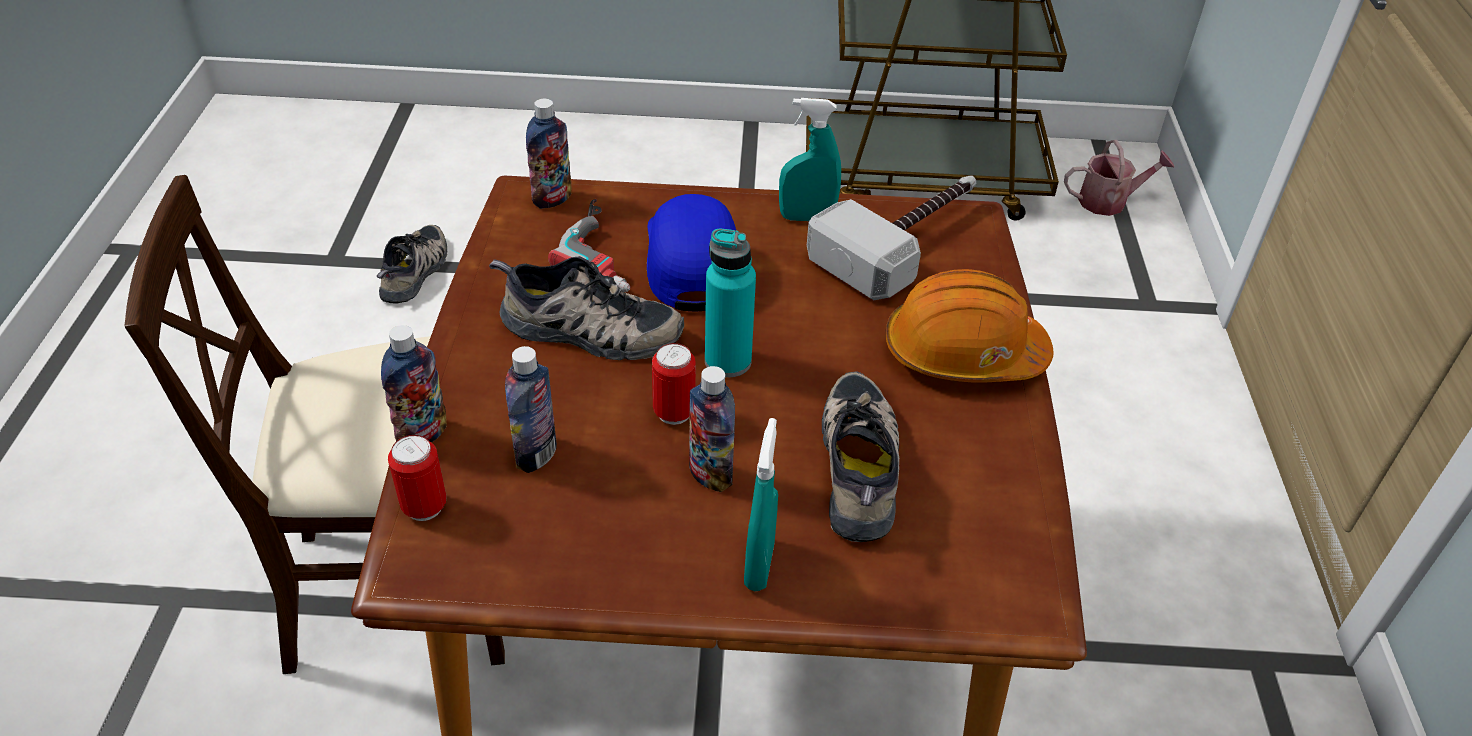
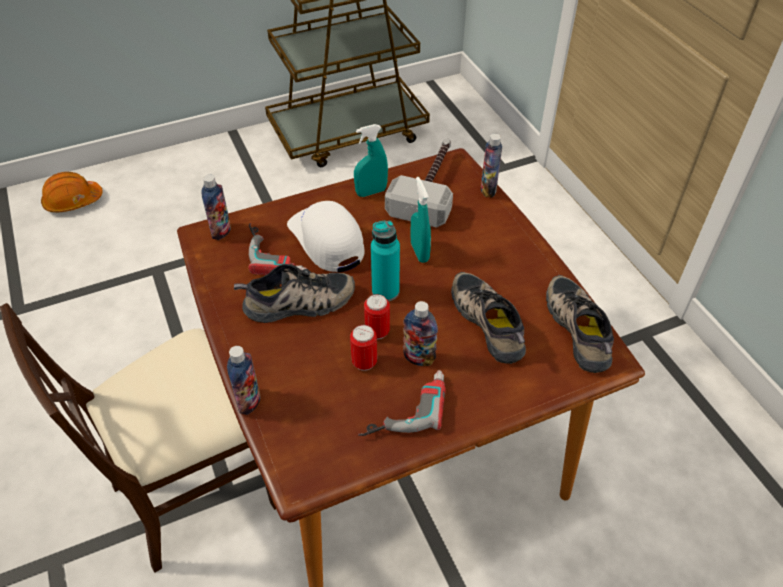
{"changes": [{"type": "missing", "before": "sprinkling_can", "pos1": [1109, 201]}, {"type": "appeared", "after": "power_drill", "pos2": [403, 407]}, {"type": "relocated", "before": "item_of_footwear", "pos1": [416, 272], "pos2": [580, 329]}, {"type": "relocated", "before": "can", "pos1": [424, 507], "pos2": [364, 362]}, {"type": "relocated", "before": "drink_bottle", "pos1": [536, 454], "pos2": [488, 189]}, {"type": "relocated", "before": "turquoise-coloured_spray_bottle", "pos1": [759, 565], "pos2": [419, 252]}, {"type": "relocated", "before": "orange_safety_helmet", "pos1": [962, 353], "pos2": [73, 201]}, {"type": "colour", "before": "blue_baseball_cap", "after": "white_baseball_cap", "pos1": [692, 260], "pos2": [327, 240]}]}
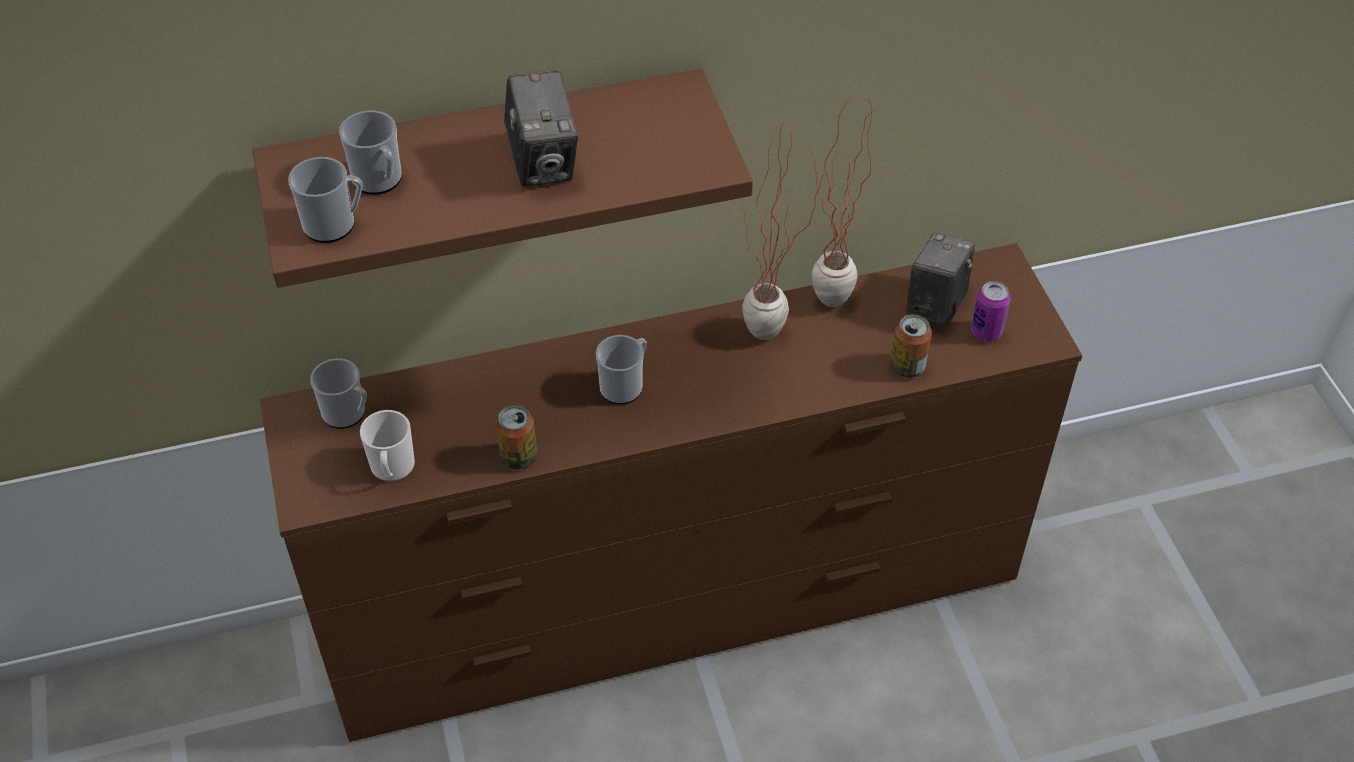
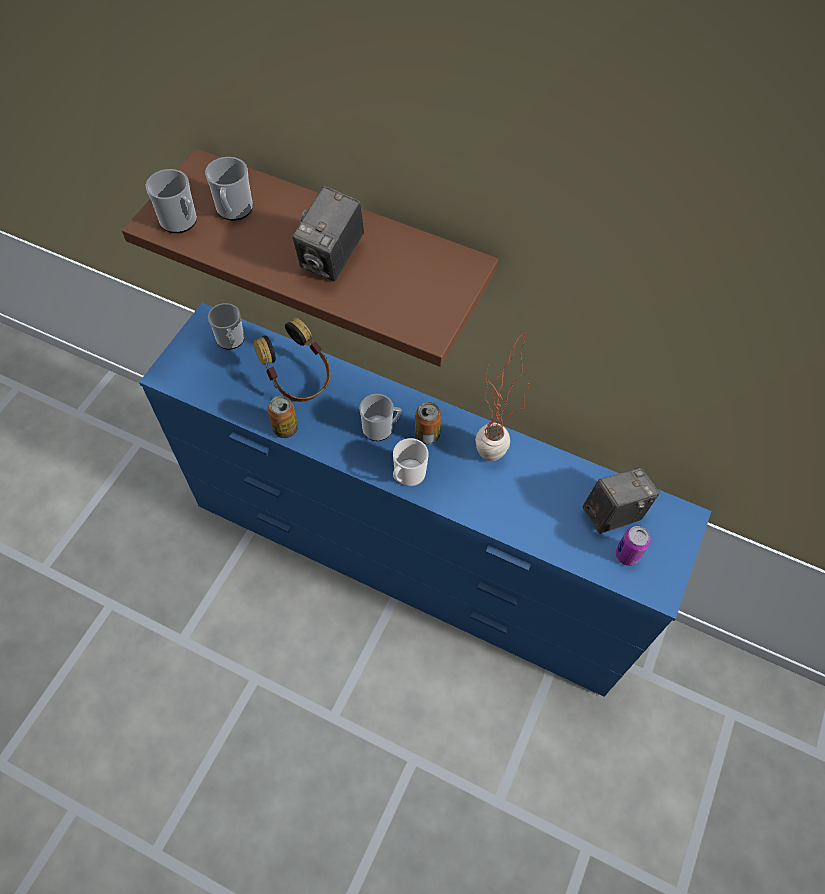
{"changes": [{"type": "missing", "before": "houseplant", "pos1": [824, 309]}, {"type": "appeared", "after": "headphones", "pos2": [298, 379]}, {"type": "relocated", "before": "coffee_mug", "pos1": [392, 469], "pos2": [407, 475]}, {"type": "relocated", "before": "can", "pos1": [907, 367], "pos2": [427, 435]}, {"type": "colour", "before": "brown_chest_of_drawers", "after": "blue_chest_of_drawers", "pos1": [677, 604], "pos2": [410, 560]}]}
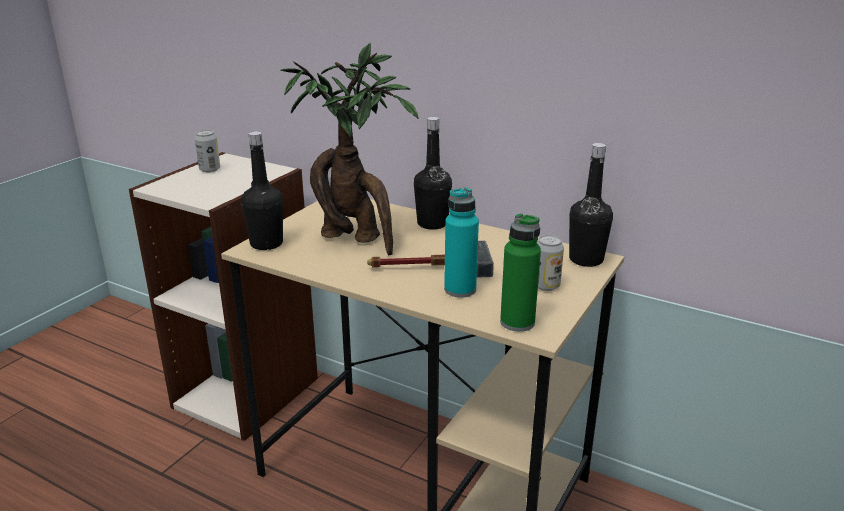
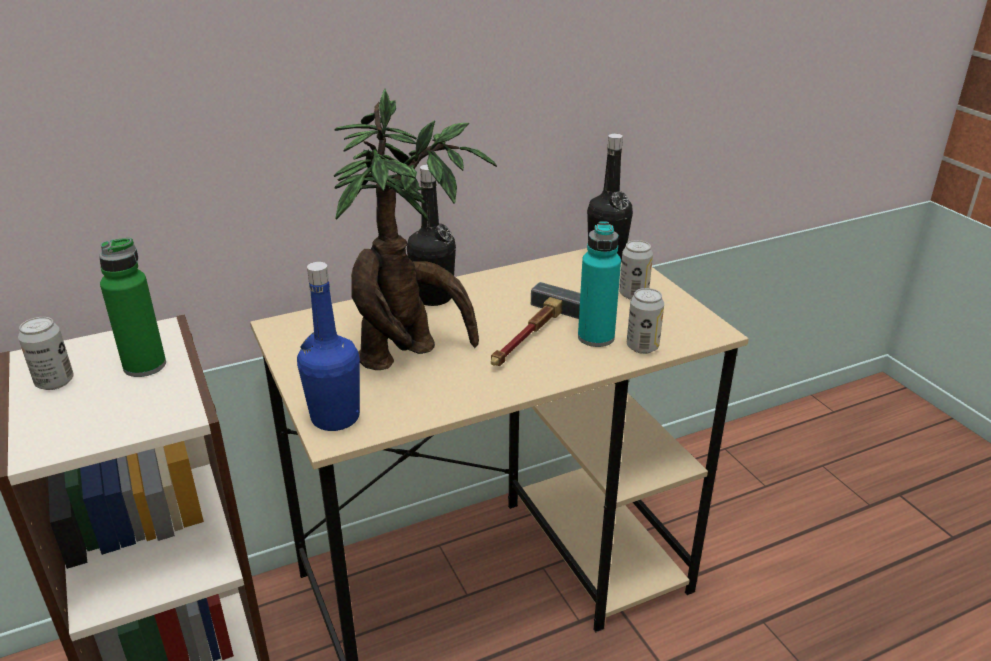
{"changes": [{"type": "appeared", "after": "can", "pos2": [642, 347]}, {"type": "relocated", "before": "green-coloured_drink_bottle", "pos1": [517, 322], "pos2": [145, 366]}, {"type": "colour", "before": "black_drink_bottle", "after": "blue_drink_bottle", "pos1": [266, 244], "pos2": [335, 417]}]}
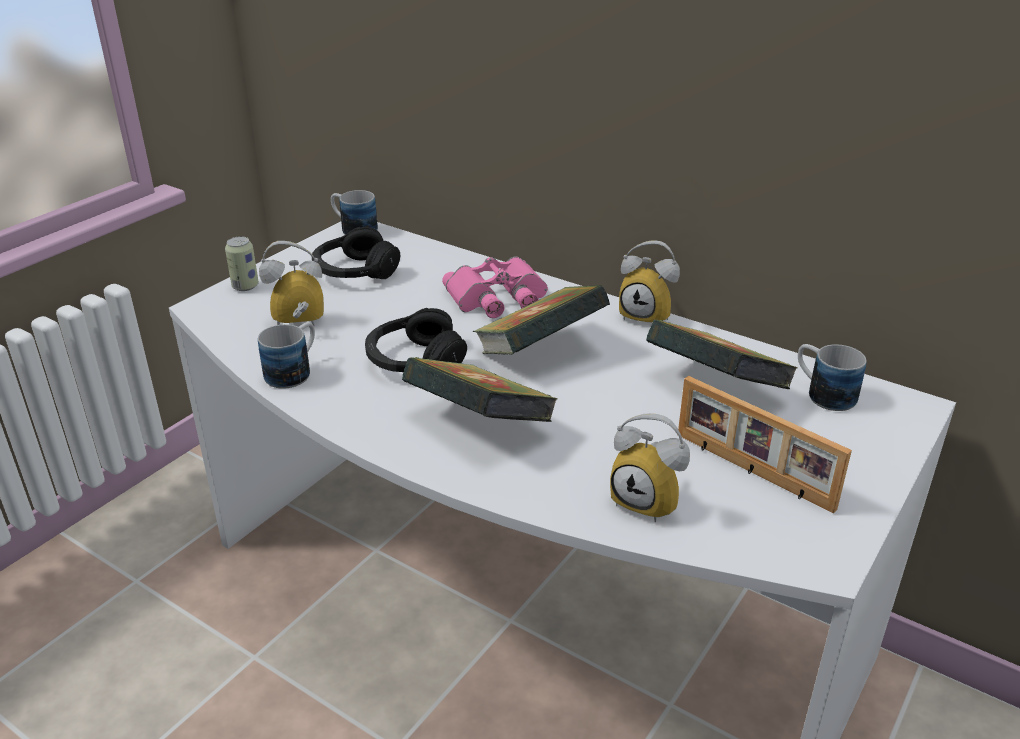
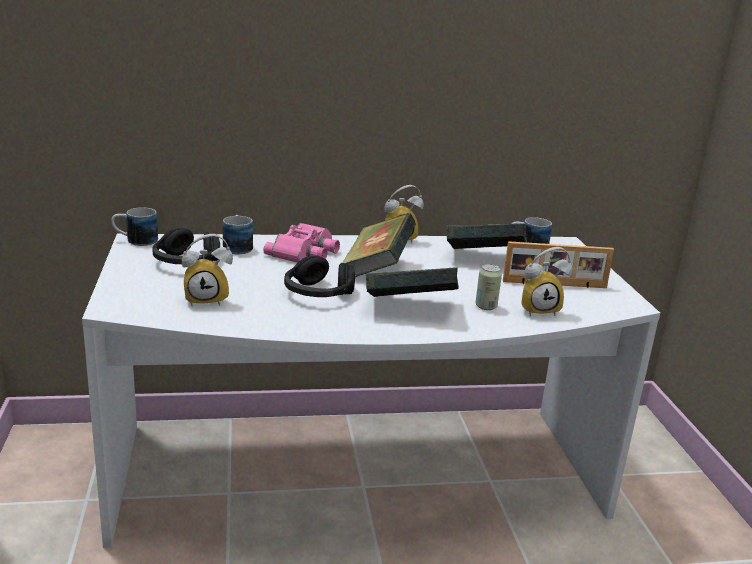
{"changes": [{"type": "relocated", "before": "can", "pos1": [245, 286], "pos2": [486, 306]}, {"type": "relocated", "before": "coffee_mug", "pos1": [294, 371], "pos2": [237, 246]}, {"type": "spun", "before": "table_clock", "pos1": [298, 326], "pos2": [208, 299], "turn": -135}]}
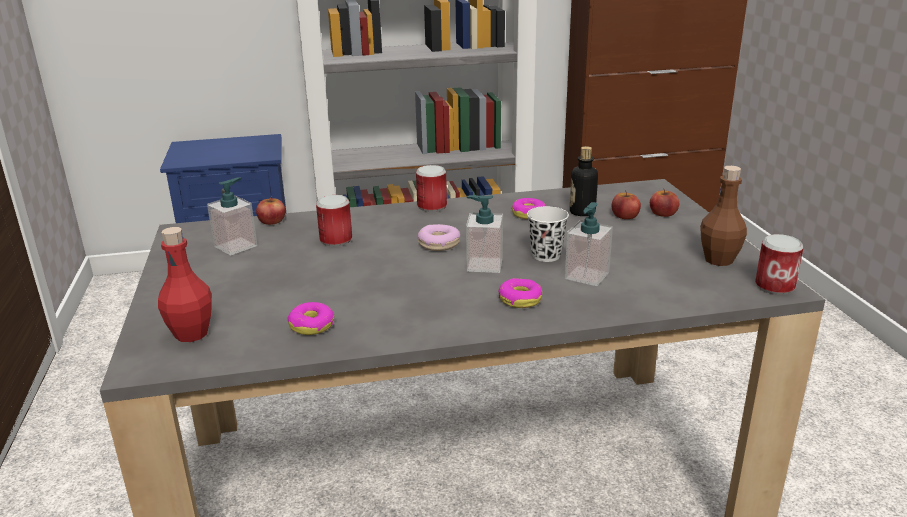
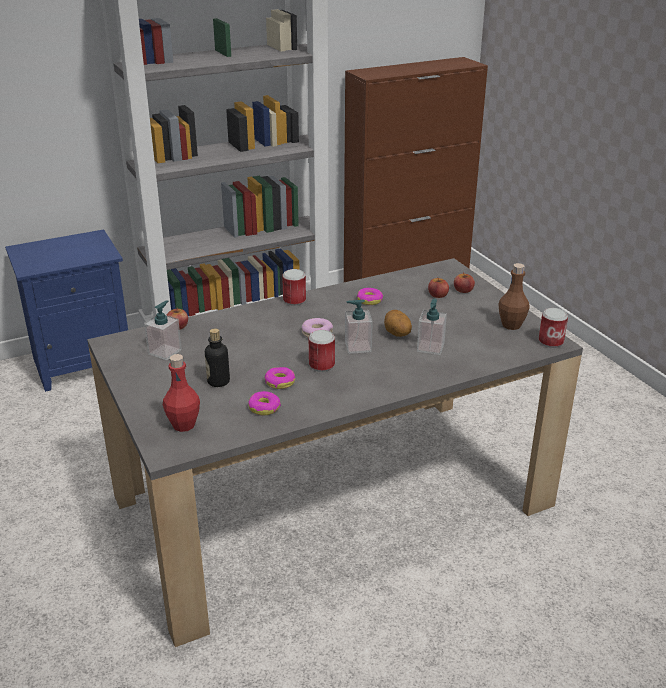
{"changes": [{"type": "relocated", "before": "can", "pos1": [336, 240], "pos2": [322, 365]}, {"type": "relocated", "before": "donut", "pos1": [520, 299], "pos2": [280, 382]}, {"type": "relocated", "before": "drink_bottle", "pos1": [582, 212], "pos2": [218, 381]}, {"type": "exchanged", "before": "white_cup", "after": "whole_potato", "pos1": [546, 255], "pos2": [396, 334]}]}
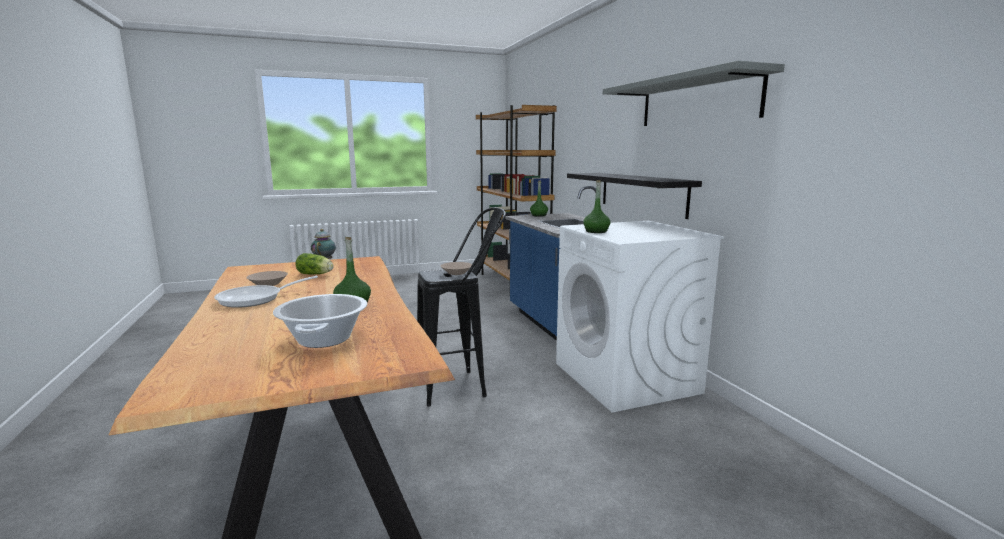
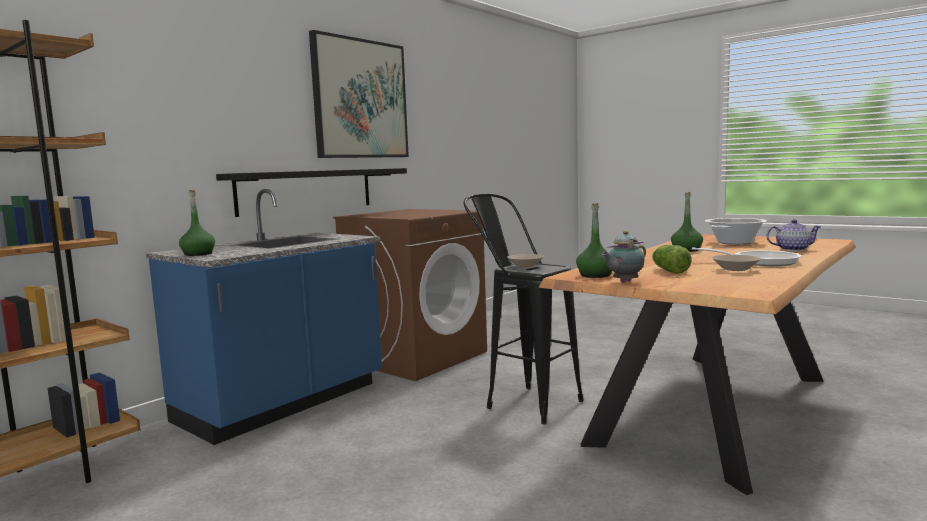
{"changes": [{"type": "appeared", "after": "teapot", "pos2": [792, 249]}, {"type": "relocated", "before": "green-coloured_drink_bottle", "pos1": [596, 231], "pos2": [595, 275]}, {"type": "exchanged", "before": "grey_shelf", "after": "picture", "pos1": [697, 101], "pos2": [360, 99]}, {"type": "colour", "before": "white_washing_machine", "after": "brown_washing_machine", "pos1": [626, 378], "pos2": [417, 356]}]}
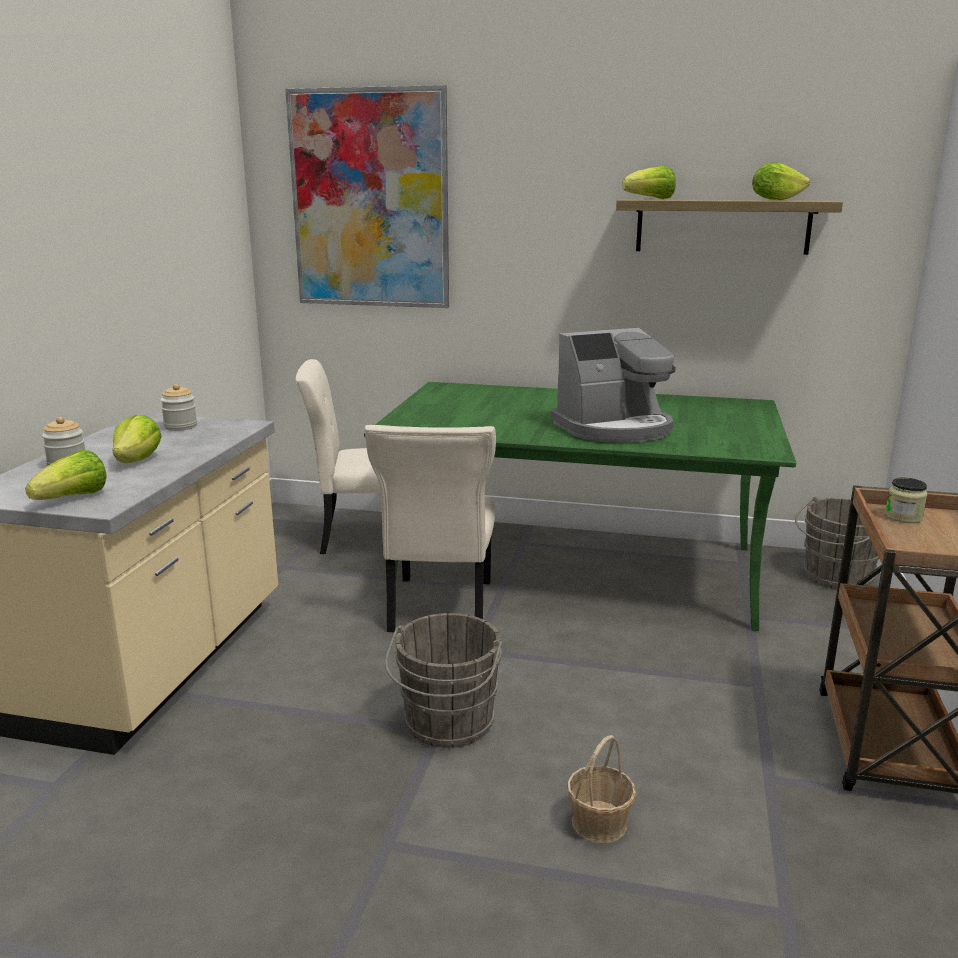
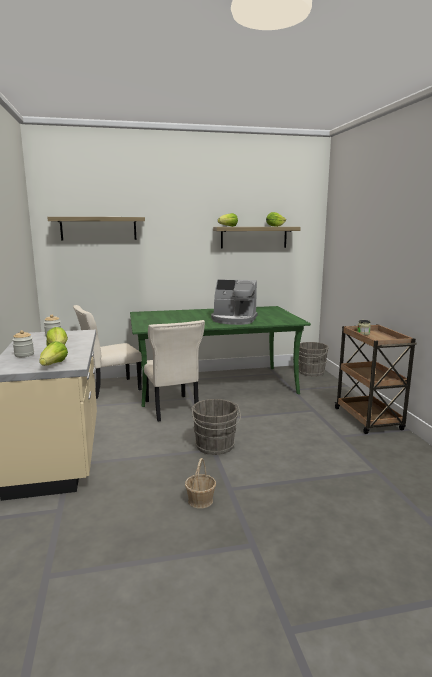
{"changes": [{"type": "relocated", "before": "household_basket", "pos1": [599, 823], "pos2": [200, 500]}, {"type": "exchanged", "before": "picture", "after": "shelf", "pos1": [370, 200], "pos2": [98, 228]}, {"type": "spun", "before": "coffee_machine", "pos1": [614, 428], "pos2": [234, 320], "turn": 60}]}
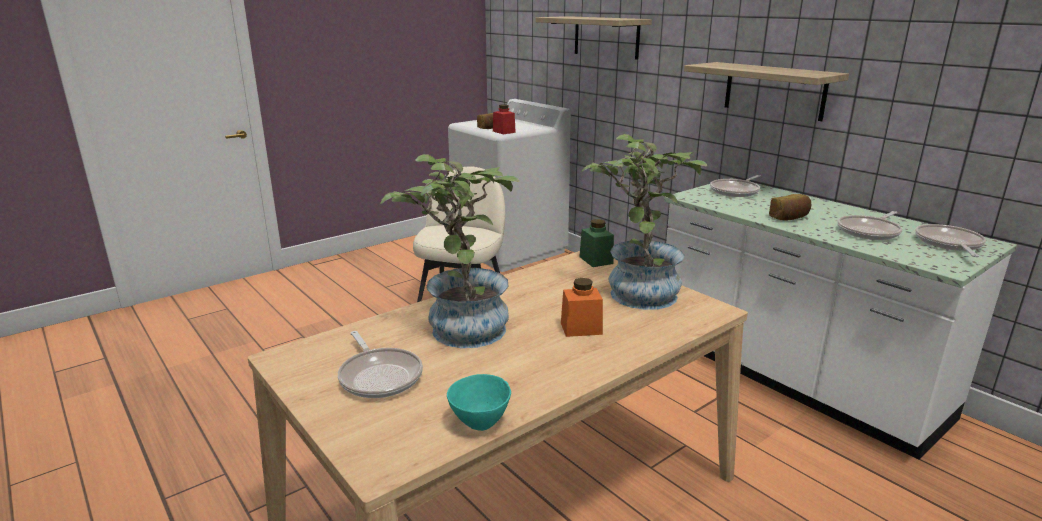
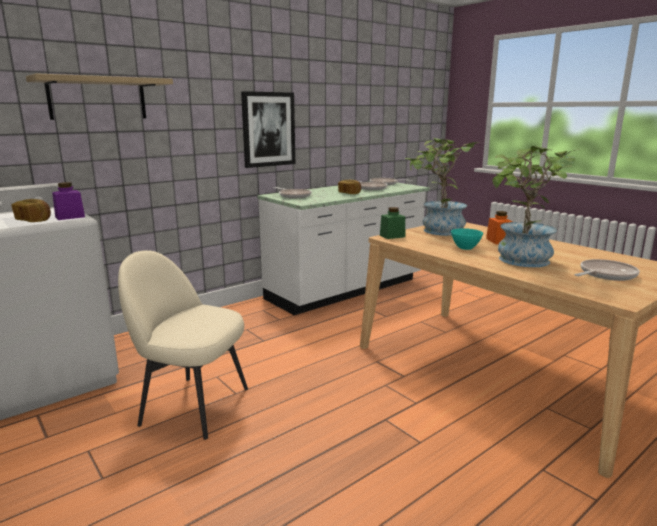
{"changes": [{"type": "relocated", "before": "turquoise-coloured_bowl", "pos1": [479, 422], "pos2": [465, 248]}, {"type": "exchanged", "before": "shelf", "after": "picture", "pos1": [774, 90], "pos2": [268, 129]}, {"type": "colour", "before": "reddish_jar", "after": "purplish_jar", "pos1": [504, 132], "pos2": [70, 217]}]}
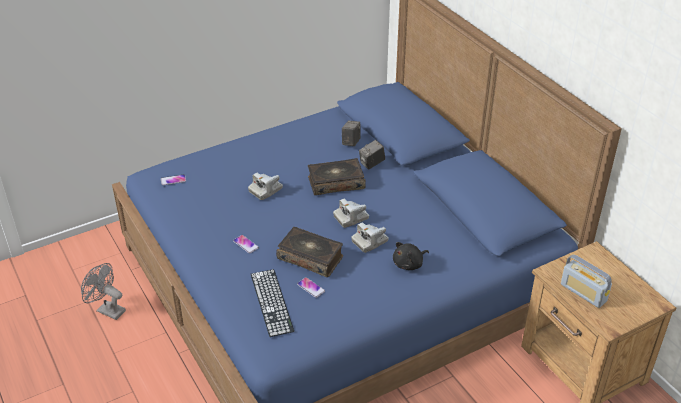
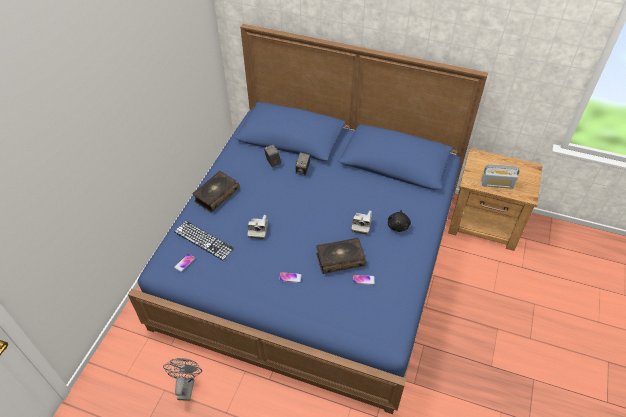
{"changes": [{"type": "missing", "before": "still_camera", "pos1": [351, 218]}, {"type": "relocated", "before": "computer_keyboard", "pos1": [271, 302], "pos2": [203, 240]}, {"type": "relocated", "before": "bound_book", "pos1": [336, 182], "pos2": [216, 195]}, {"type": "spun", "before": "grey_fan", "pos1": [107, 310], "pos2": [186, 386], "turn": 105}]}
